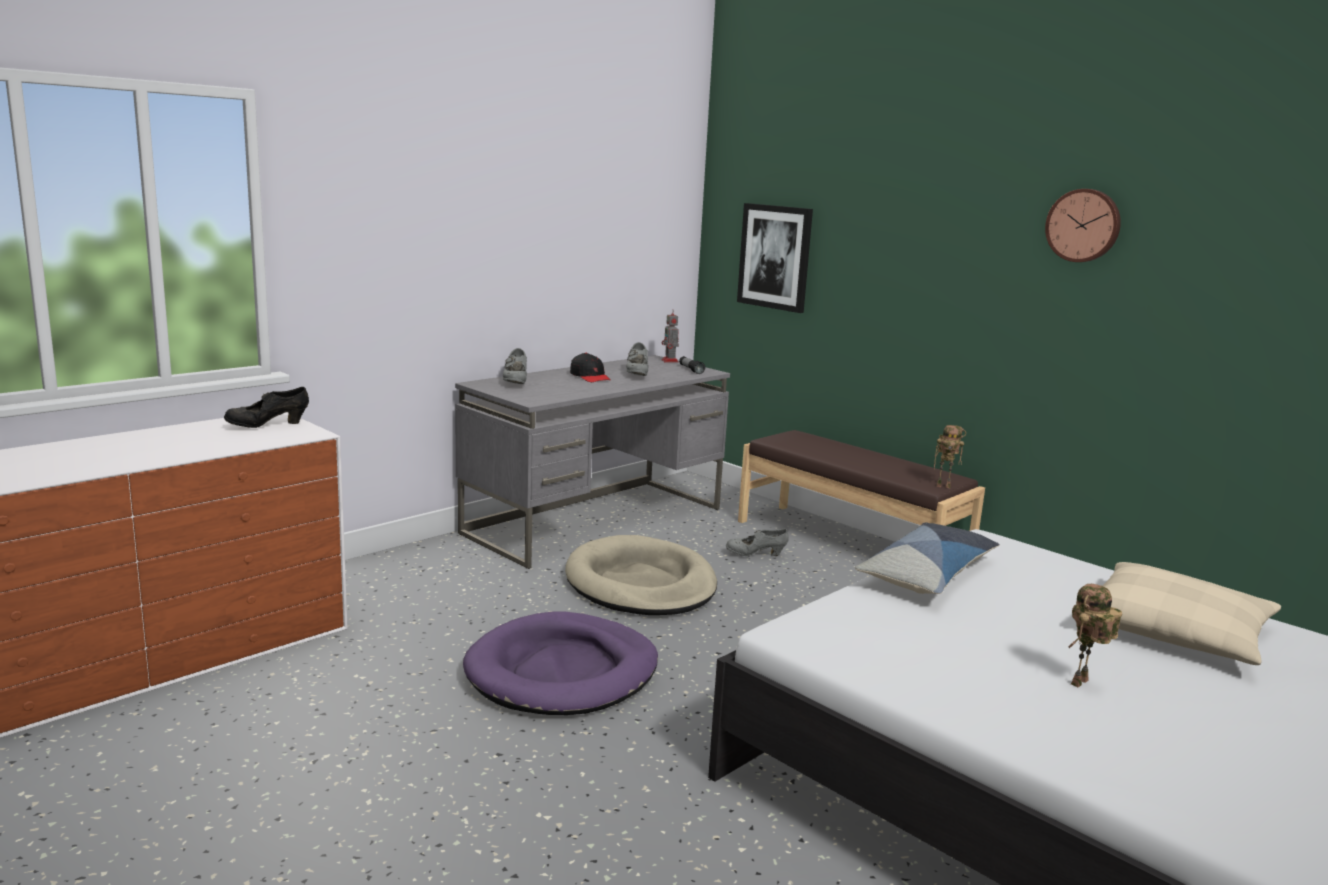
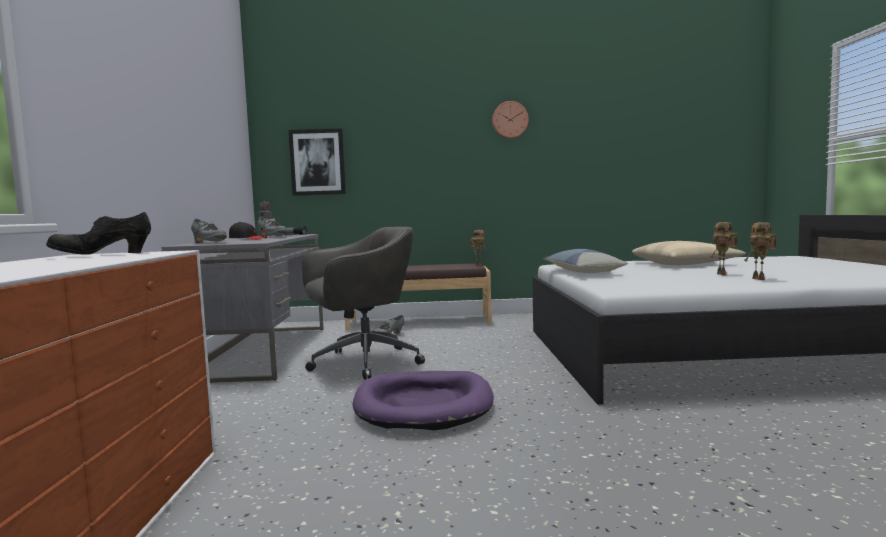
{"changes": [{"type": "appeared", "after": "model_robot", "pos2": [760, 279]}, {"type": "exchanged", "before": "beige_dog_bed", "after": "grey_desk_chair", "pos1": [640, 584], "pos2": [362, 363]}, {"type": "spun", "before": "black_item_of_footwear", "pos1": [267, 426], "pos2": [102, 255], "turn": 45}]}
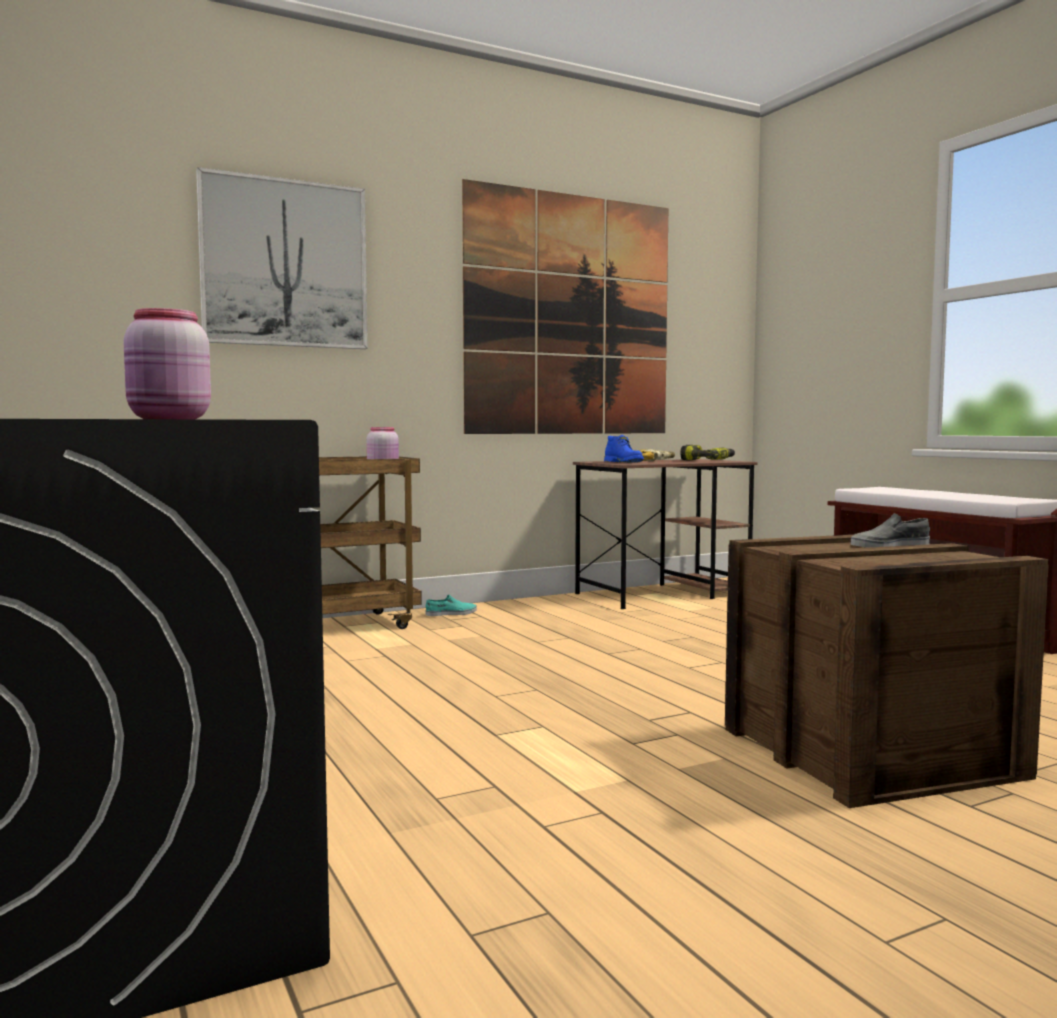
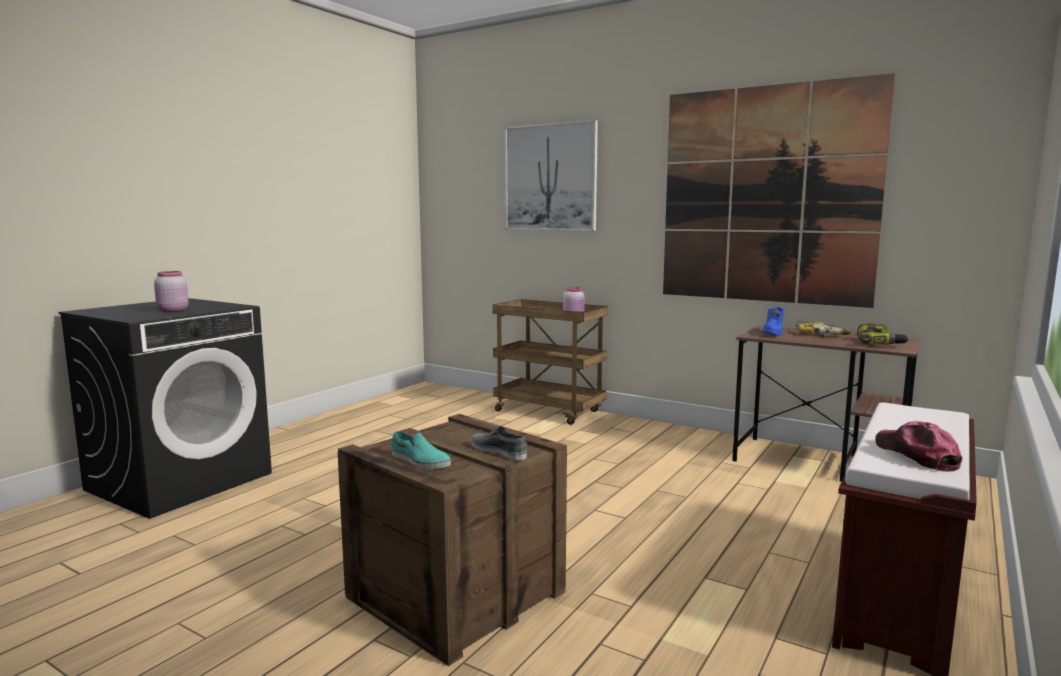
{"changes": [{"type": "appeared", "after": "baseball_cap", "pos2": [916, 455]}, {"type": "relocated", "before": "turquoise-coloured_item_of_footwear", "pos1": [451, 614], "pos2": [419, 460]}]}
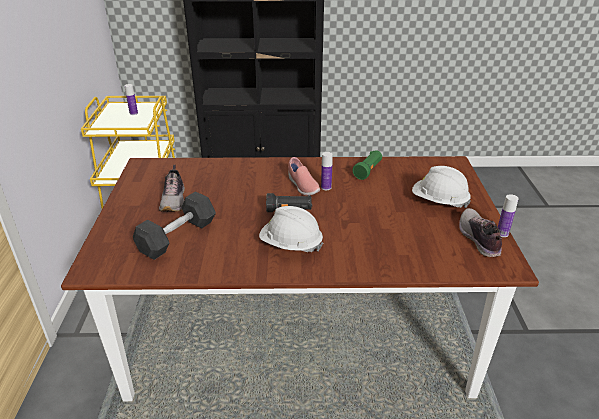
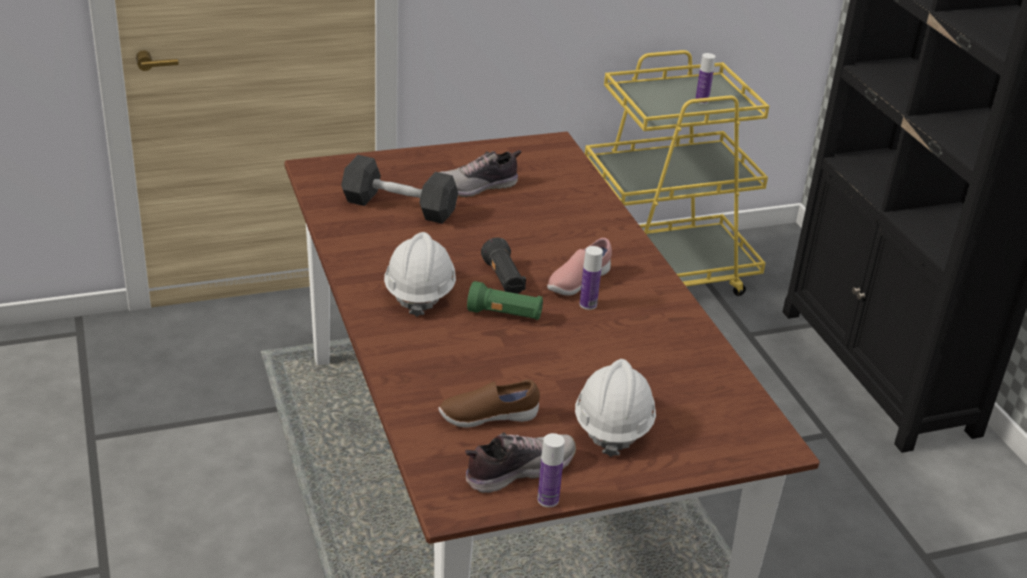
{"changes": [{"type": "appeared", "after": "brown_item_of_footwear", "pos2": [488, 417]}, {"type": "relocated", "before": "green-coloured_flashlight", "pos1": [368, 171], "pos2": [505, 315]}]}
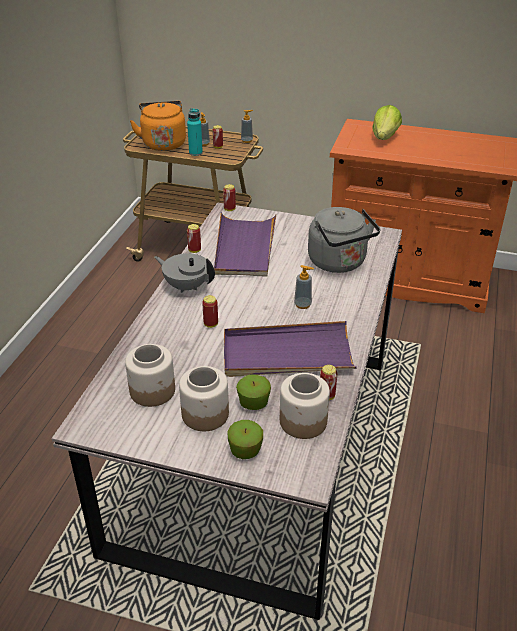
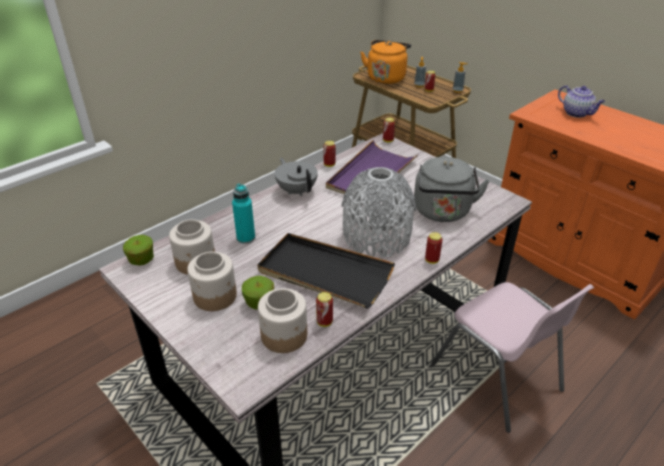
{"changes": [{"type": "appeared", "after": "pinkish_upright_chair", "pos2": [497, 378]}, {"type": "relocated", "before": "turquoise-coloured_drink_bottle", "pos1": [195, 153], "pos2": [246, 238]}, {"type": "relocated", "before": "can", "pos1": [211, 324], "pos2": [432, 260]}, {"type": "relocated", "before": "apple_fruit", "pos1": [245, 450], "pos2": [142, 260]}, {"type": "exchanged", "before": "soap_bottle", "after": "grey_decorative_vase", "pos1": [303, 304], "pos2": [376, 237]}, {"type": "exchanged", "before": "head_of_lettuce", "after": "teapot", "pos1": [384, 137], "pos2": [577, 113]}, {"type": "colour", "before": "purplish_serving_tray", "after": "black_serving_tray", "pos1": [287, 354], "pos2": [324, 273]}]}
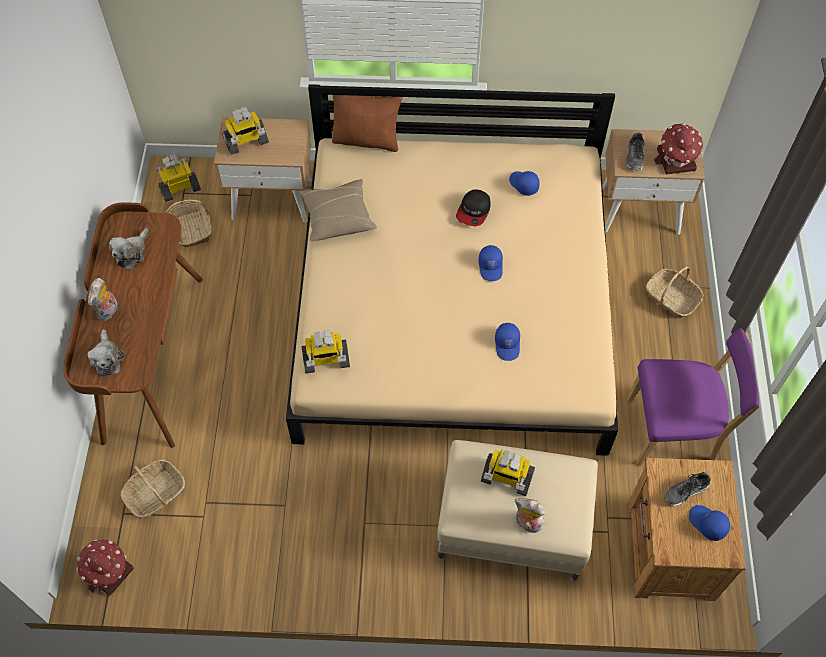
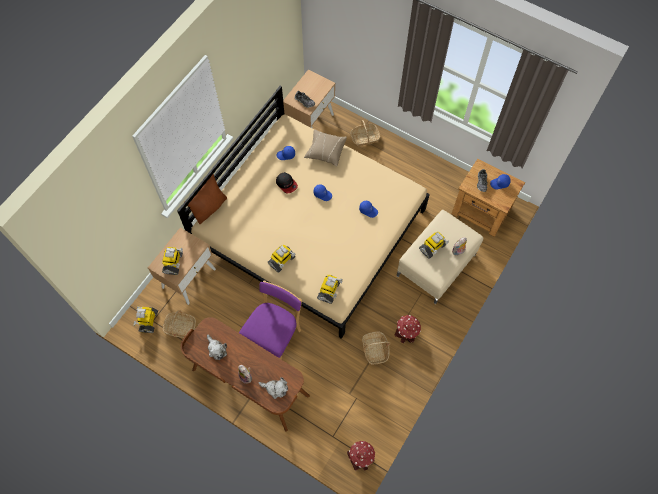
{"changes": [{"type": "appeared", "after": "model_robot", "pos2": [282, 261]}, {"type": "relocated", "before": "household_basket", "pos1": [155, 494], "pos2": [375, 350]}, {"type": "relocated", "before": "beige_pillow", "pos1": [337, 217], "pos2": [325, 151]}, {"type": "relocated", "before": "purplish_upright_chair", "pos1": [675, 430], "pos2": [275, 337]}, {"type": "relocated", "before": "toy_house", "pos1": [676, 161], "pos2": [407, 331]}]}
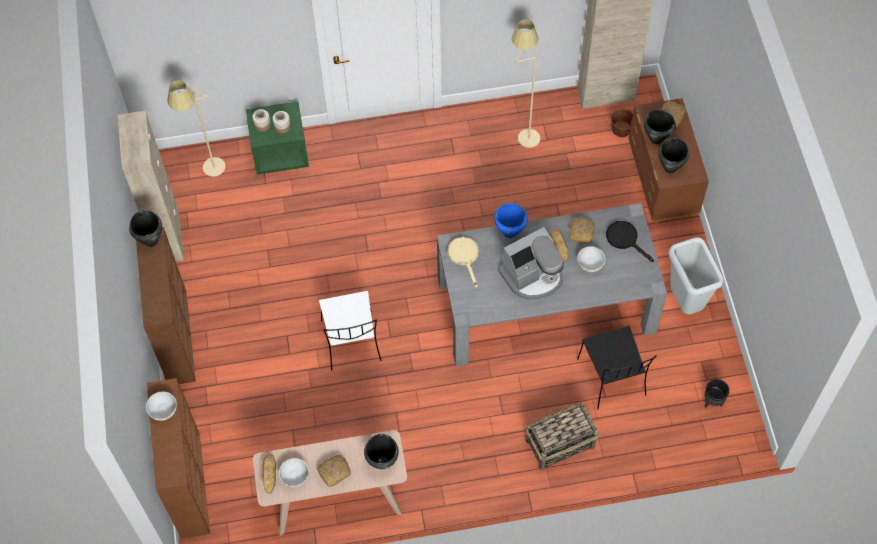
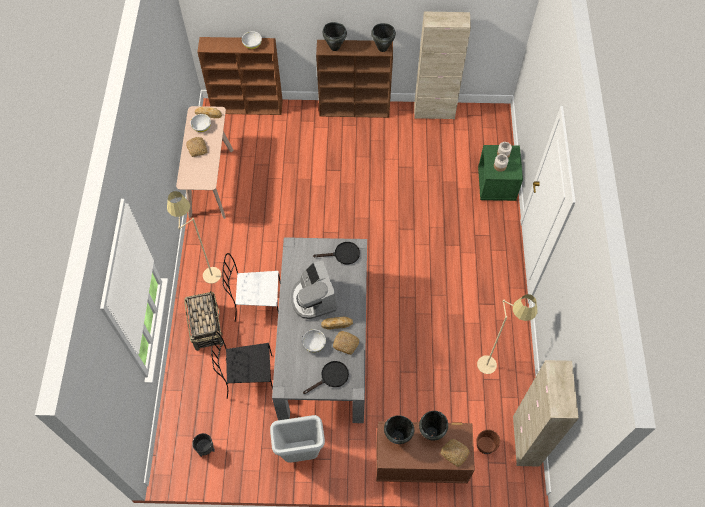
{"changes": [{"type": "missing", "before": "blue_saucepot", "pos1": [509, 232]}, {"type": "relocated", "before": "beige_floor_lamp", "pos1": [209, 175], "pos2": [205, 271]}, {"type": "relocated", "before": "white_upright_chair", "pos1": [351, 342], "pos2": [256, 303]}, {"type": "relocated", "before": "black_saucepot", "pos1": [382, 463], "pos2": [334, 47]}, {"type": "colour", "before": "beige_frying_pan", "after": "black_frying_pan", "pos1": [465, 256], "pos2": [343, 254]}]}
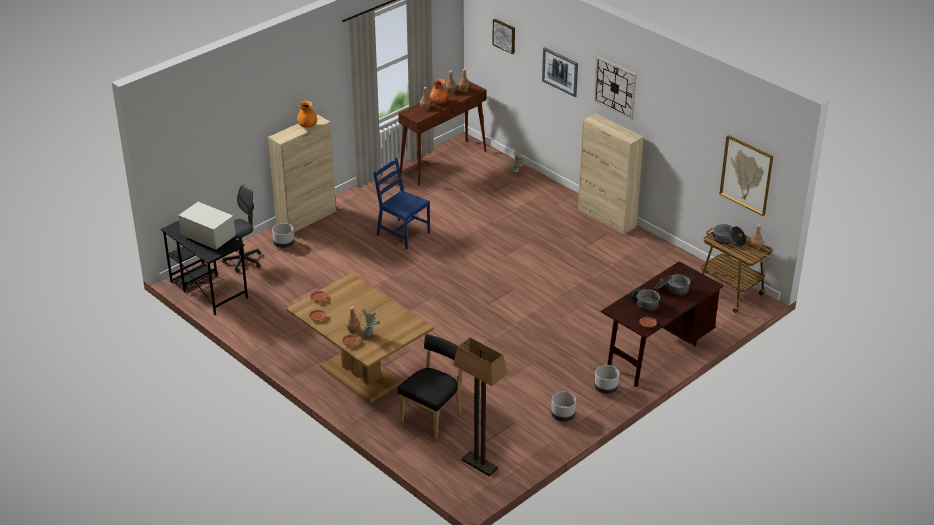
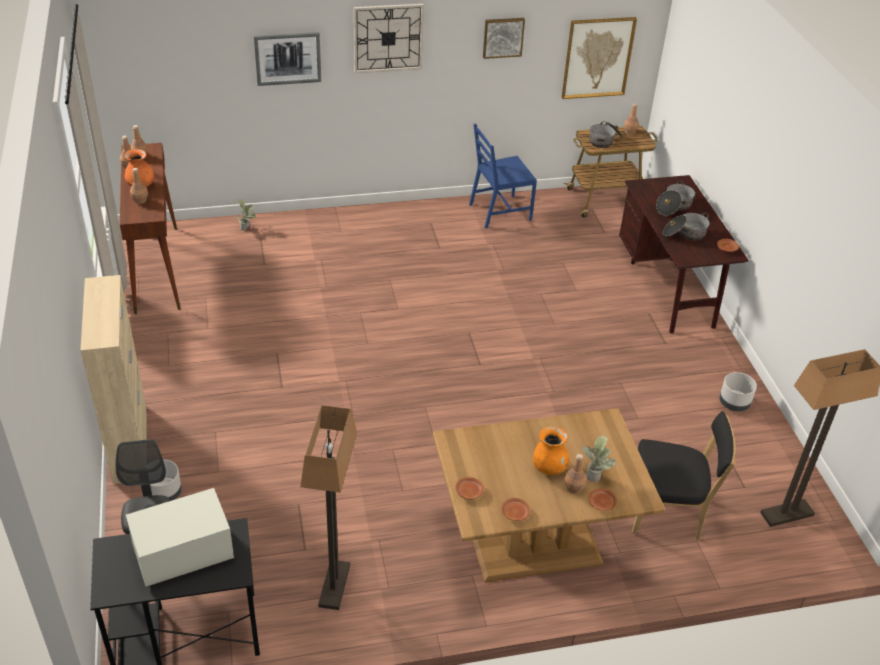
{"changes": [{"type": "missing", "before": "beige_storage_cabinet", "pos1": [607, 218]}, {"type": "missing", "before": "grey_flower_pot", "pos1": [606, 389]}, {"type": "appeared", "after": "floor_lamp", "pos2": [334, 585]}, {"type": "relocated", "before": "orange_decorative_vase", "pos1": [307, 126], "pos2": [549, 467]}, {"type": "relocated", "before": "blue_upright_chair", "pos1": [402, 234], "pos2": [499, 212]}, {"type": "relocated", "before": "picture", "pos1": [504, 35], "pos2": [503, 37]}, {"type": "spun", "before": "black_upright_chair", "pos1": [433, 416], "pos2": [669, 513], "turn": 120}]}
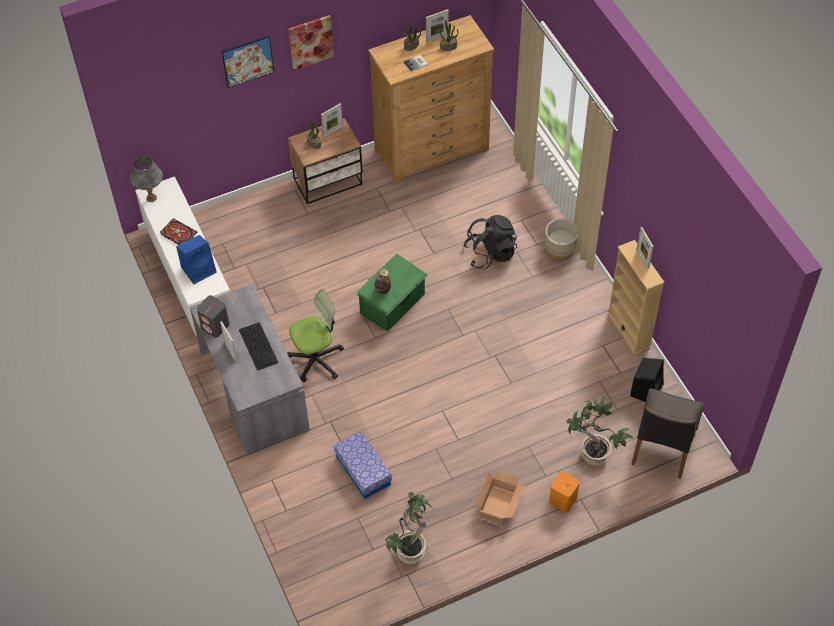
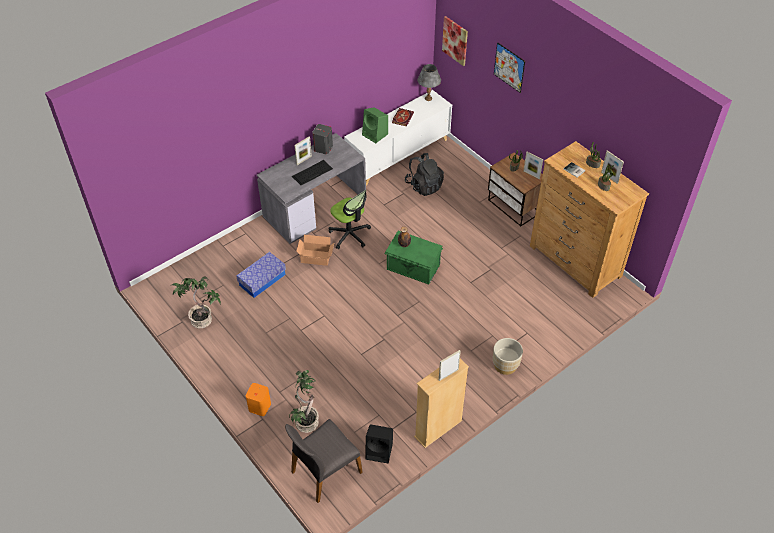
{"changes": [{"type": "relocated", "before": "picture", "pos1": [311, 41], "pos2": [455, 40]}, {"type": "relocated", "before": "black_knapsack", "pos1": [490, 253], "pos2": [424, 186]}, {"type": "relocated", "before": "carton", "pos1": [499, 505], "pos2": [316, 258]}, {"type": "colour", "before": "blue_loudspeaker", "after": "green-coloured_loudspeaker", "pos1": [199, 269], "pos2": [375, 134]}, {"type": "spun", "before": "grey_upright_chair", "pos1": [663, 446], "pos2": [325, 471], "turn": -45}]}
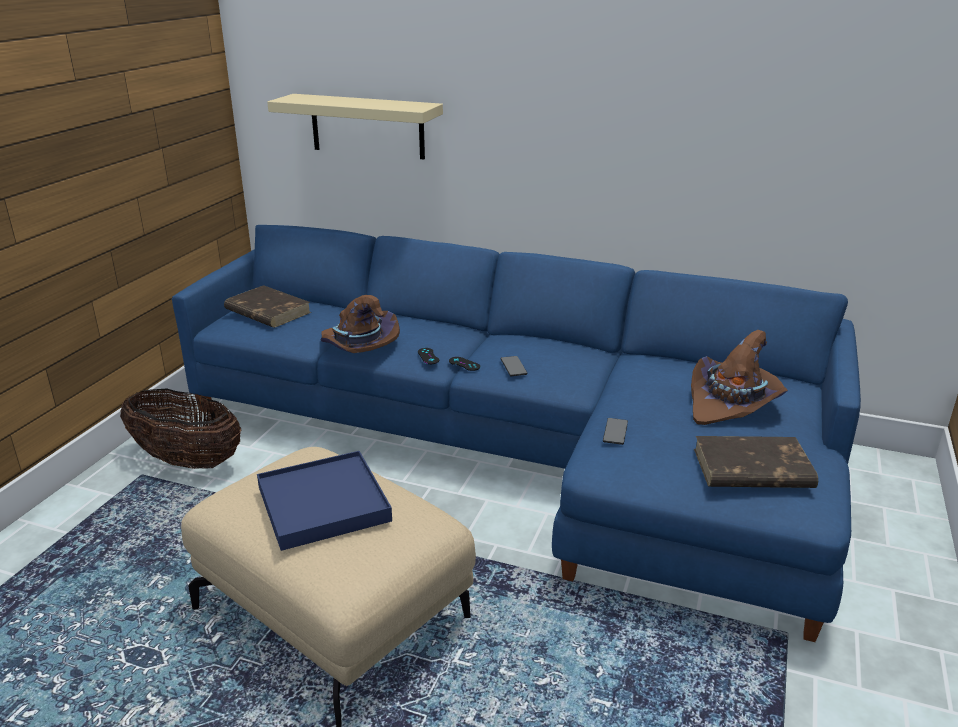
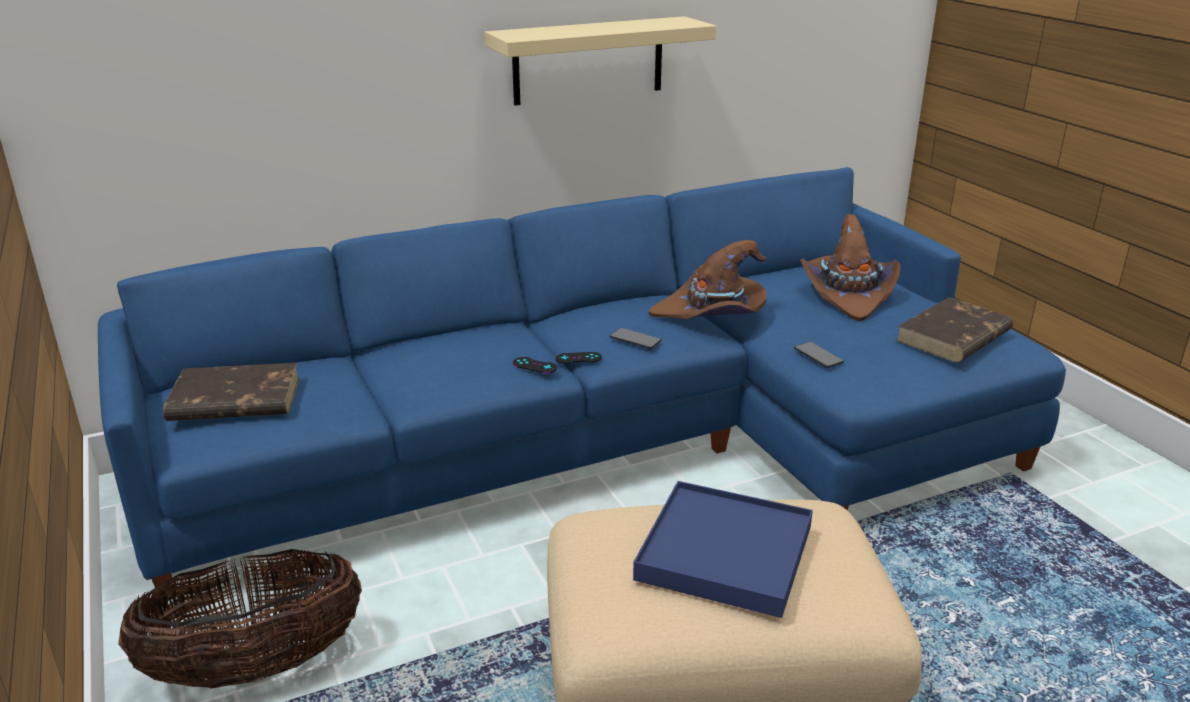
{"changes": [{"type": "relocated", "before": "beige_shelf", "pos1": [367, 126], "pos2": [588, 60]}, {"type": "relocated", "before": "brown_wearable_hat", "pos1": [358, 347], "pos2": [712, 313]}]}
